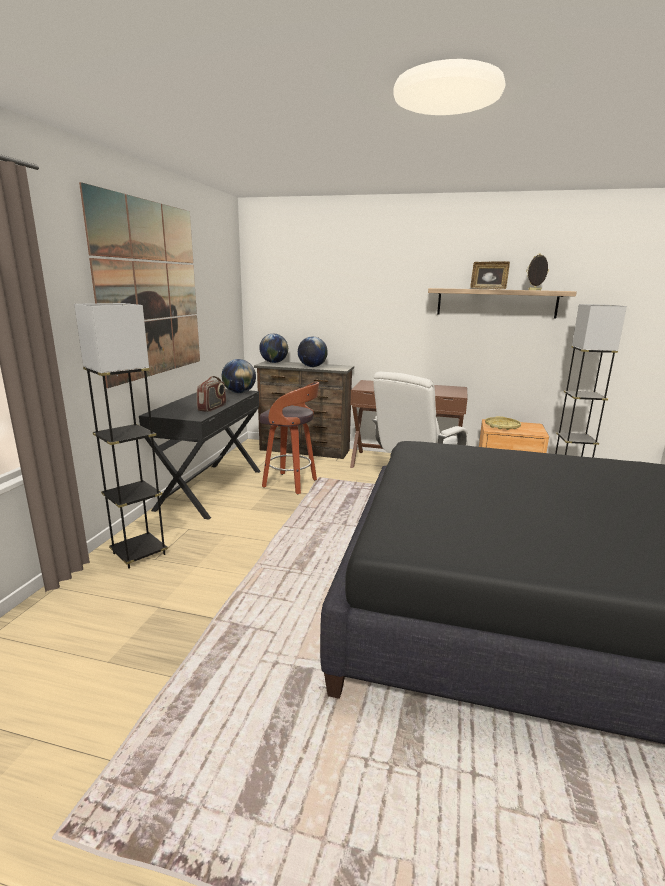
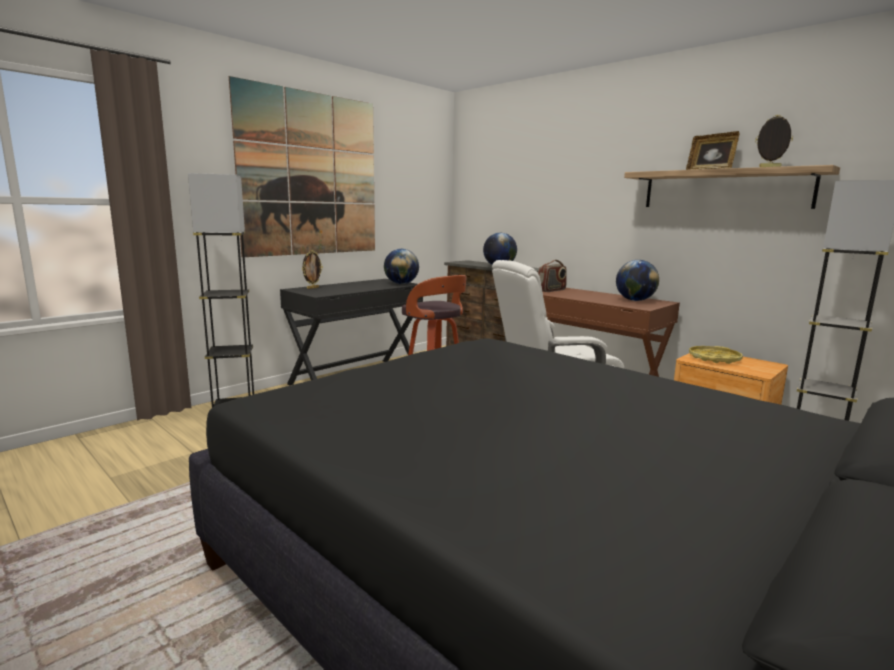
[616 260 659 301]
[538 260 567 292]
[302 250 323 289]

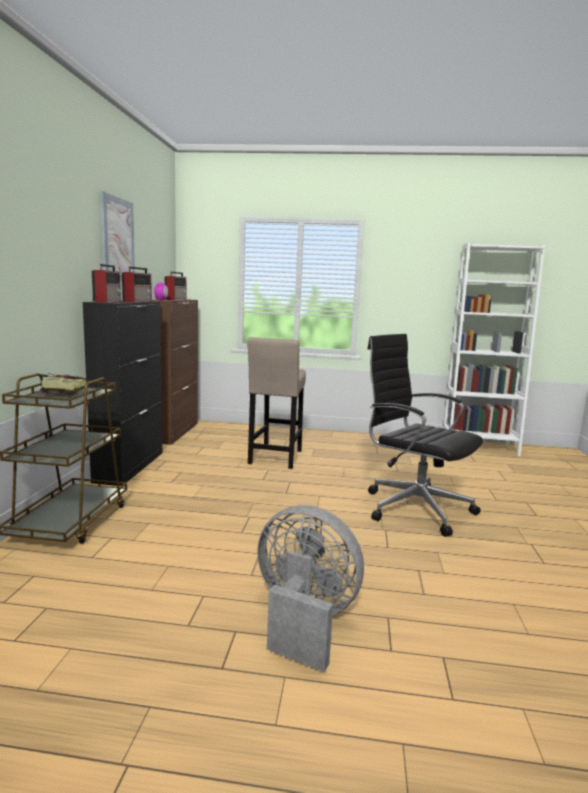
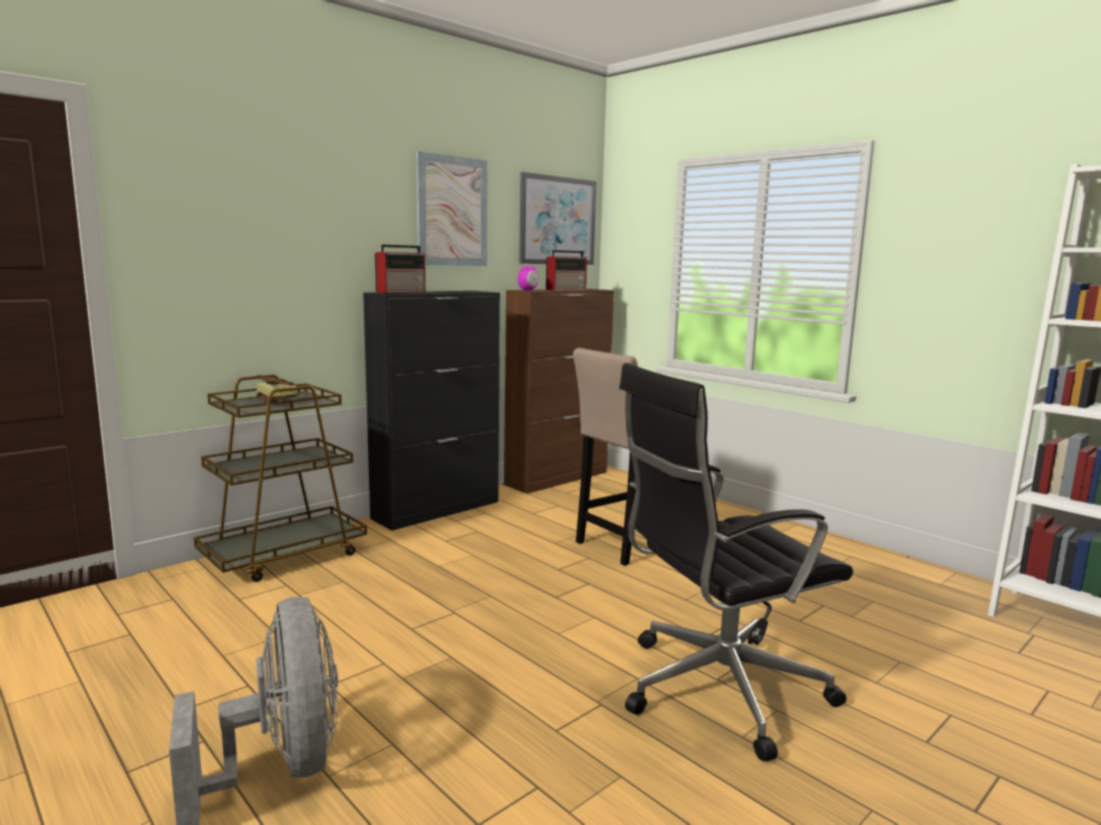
[122 267 152 302] (first image)
[619 363 853 761]
[519 172 596 265]

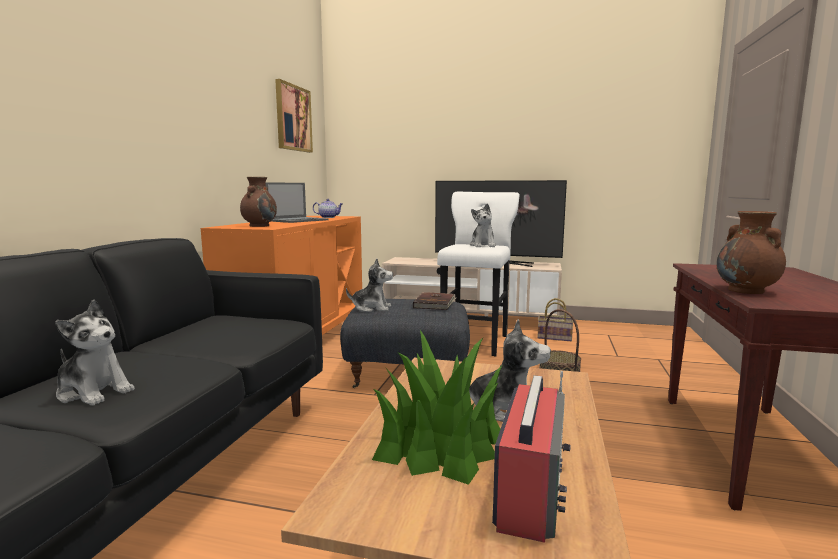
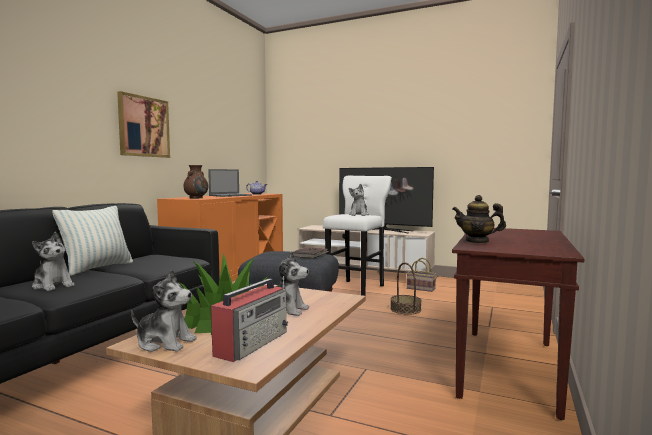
[117 91 170 158]
[452 195 506 243]
[131 269 197 352]
[53 206 133 276]

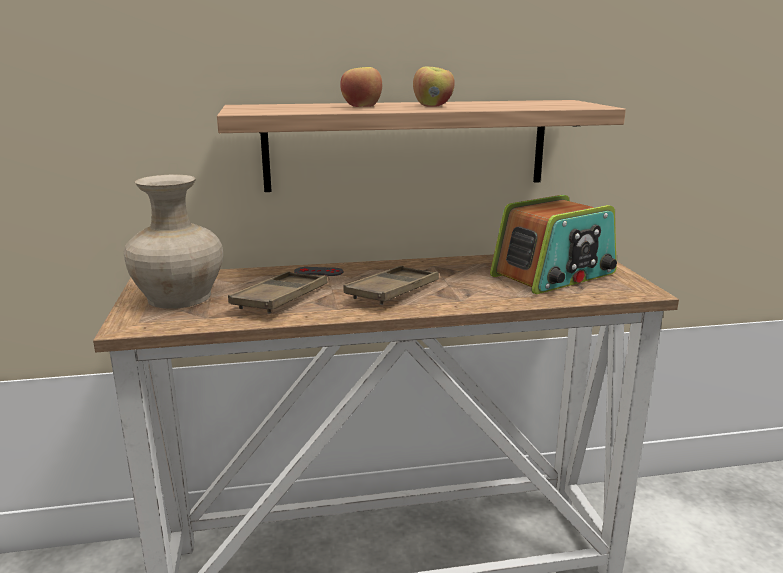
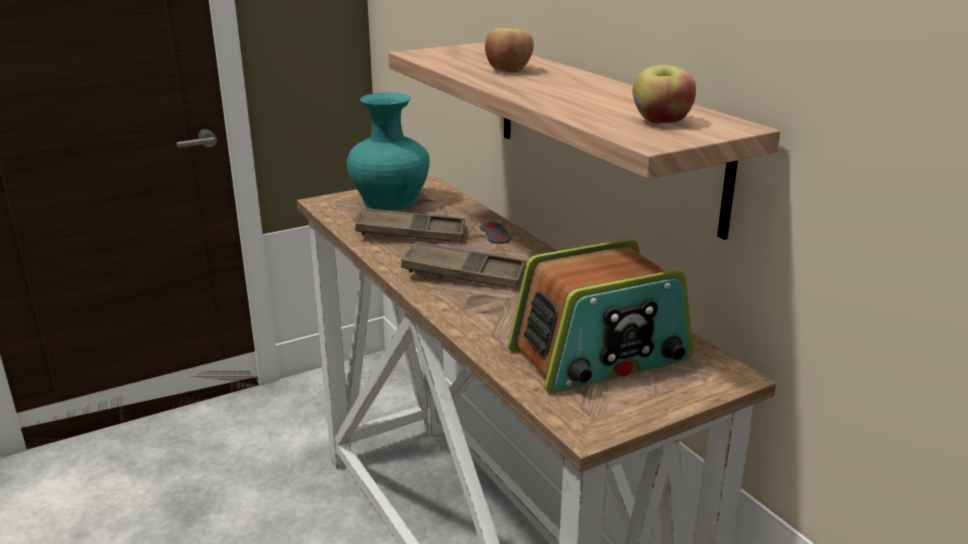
[632 65 696 124]
[347 93 430 211]
[508 238 693 394]

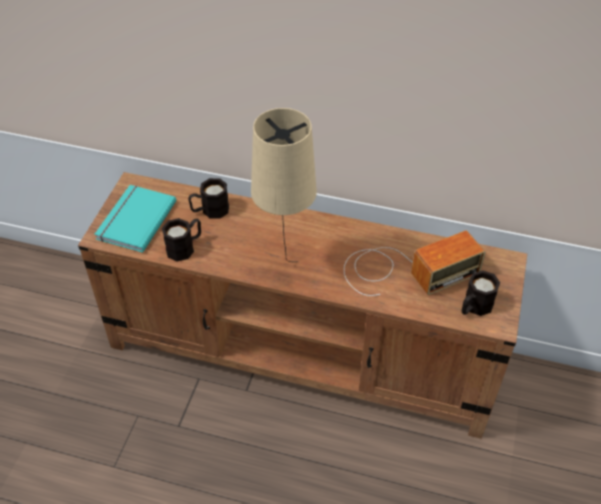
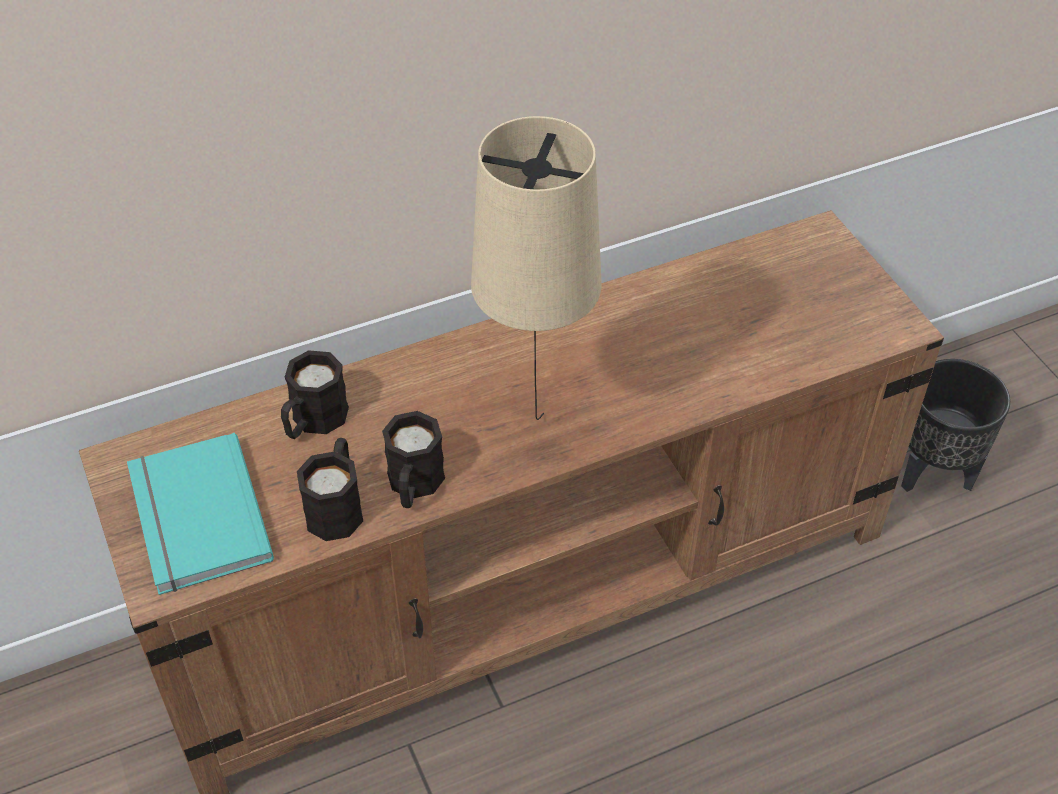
[344 230 486 296] (first image)
[382 411 445 508]
[901 359 1010 492]

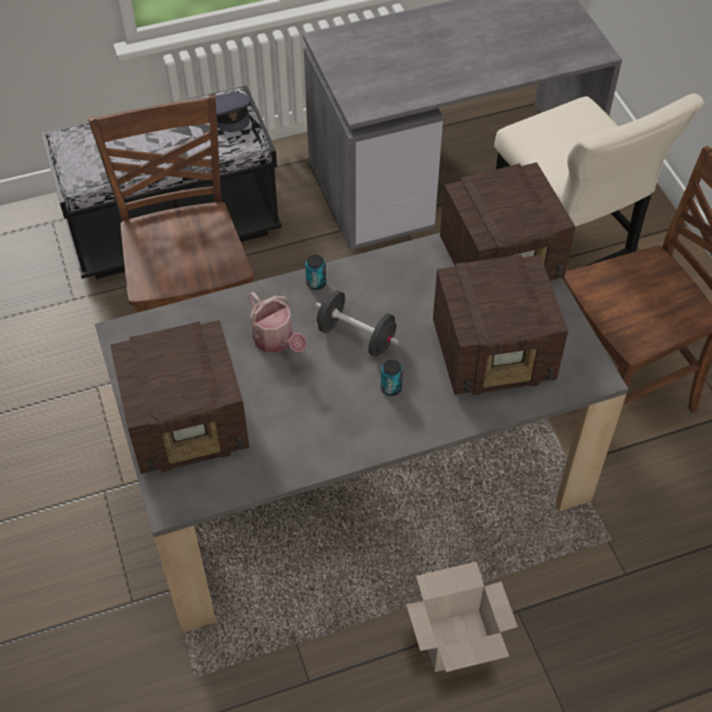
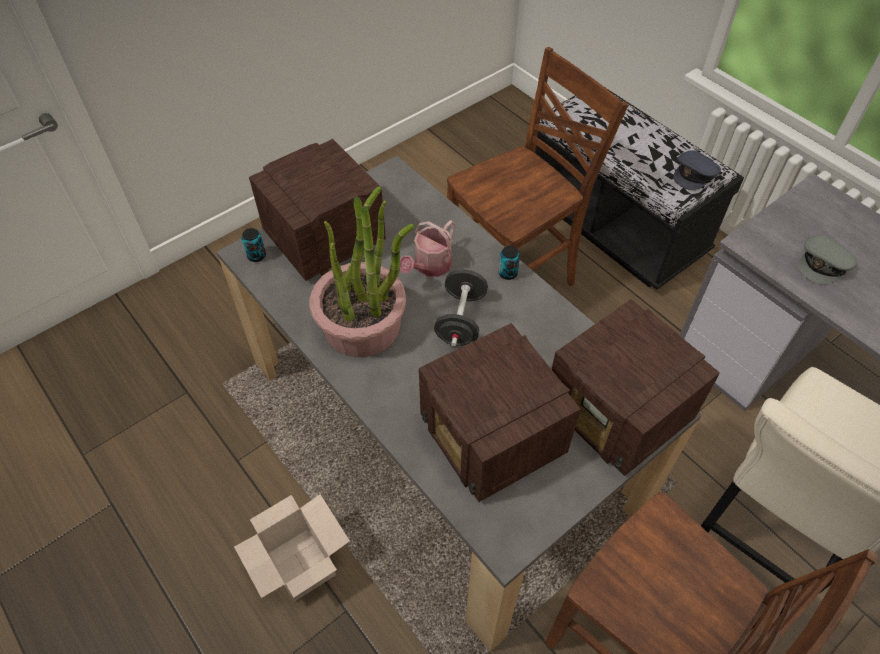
[249 139 386 281]
[242 228 266 262]
[309 186 414 357]
[798 235 857 285]

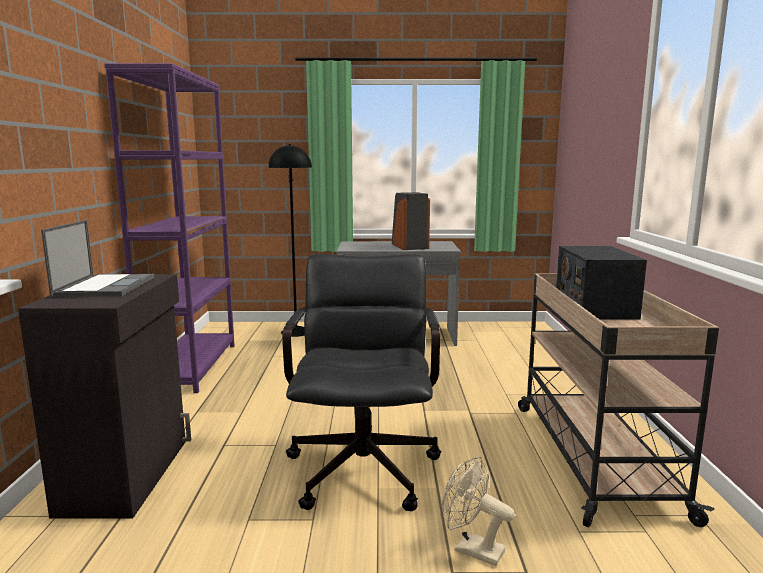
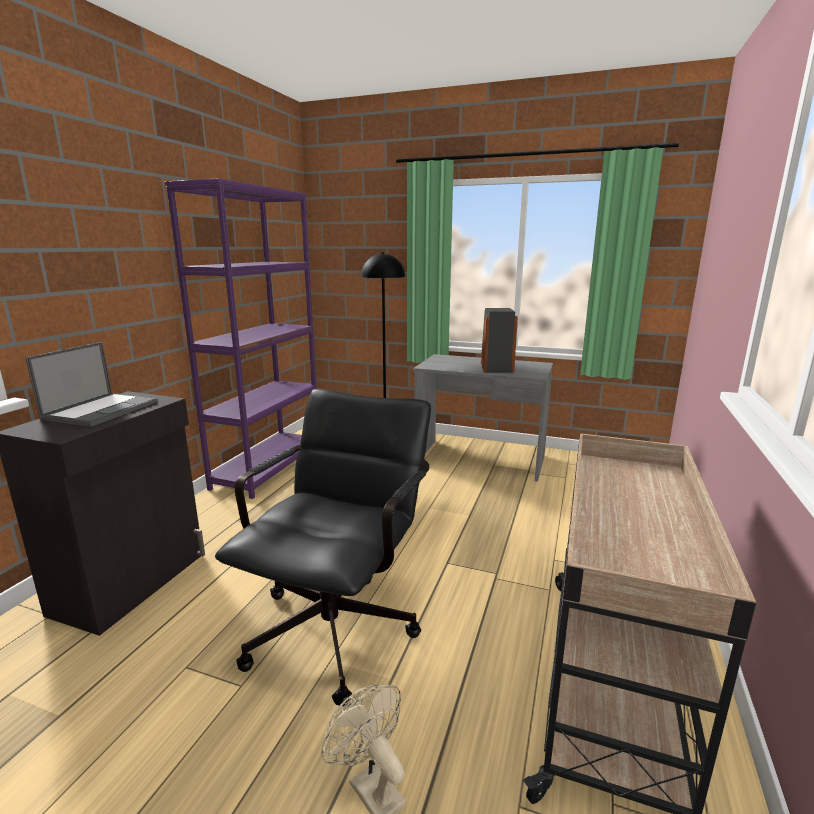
[556 246 647 320] (first image)

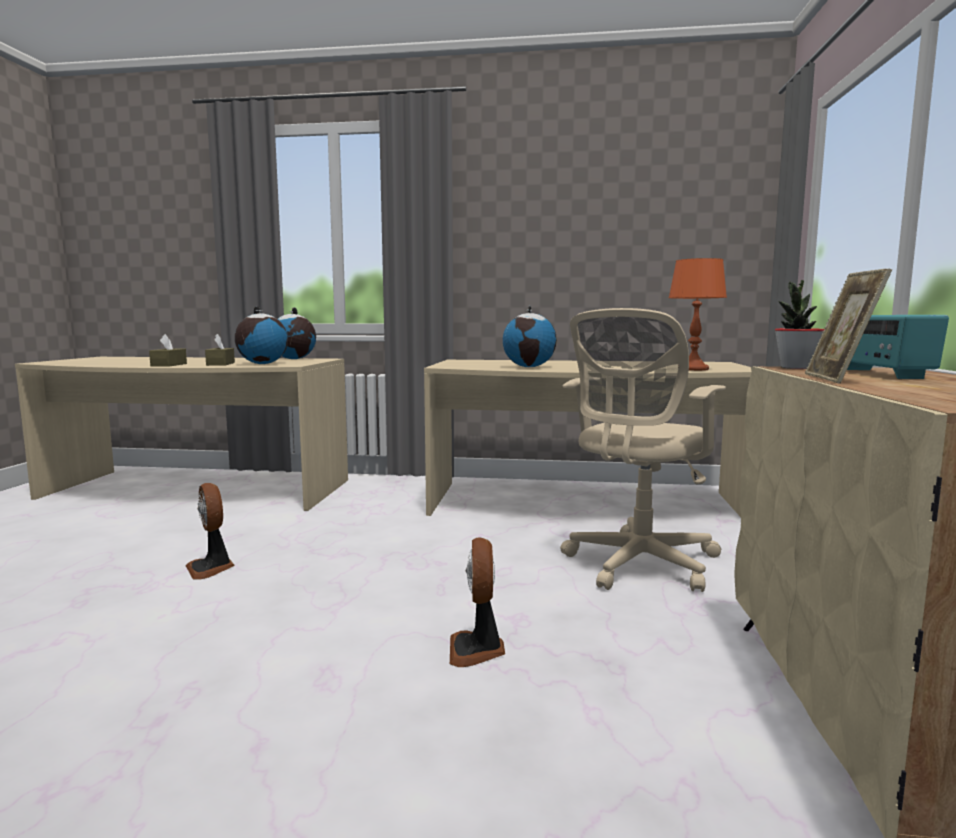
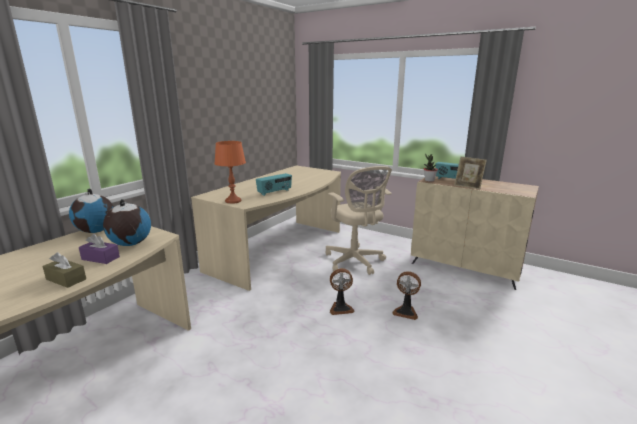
[214 141 246 204]
[256 173 292 196]
[79 234 120 264]
[330 268 354 315]

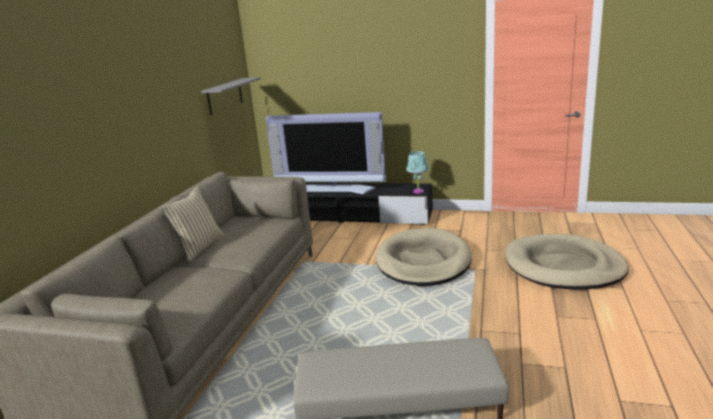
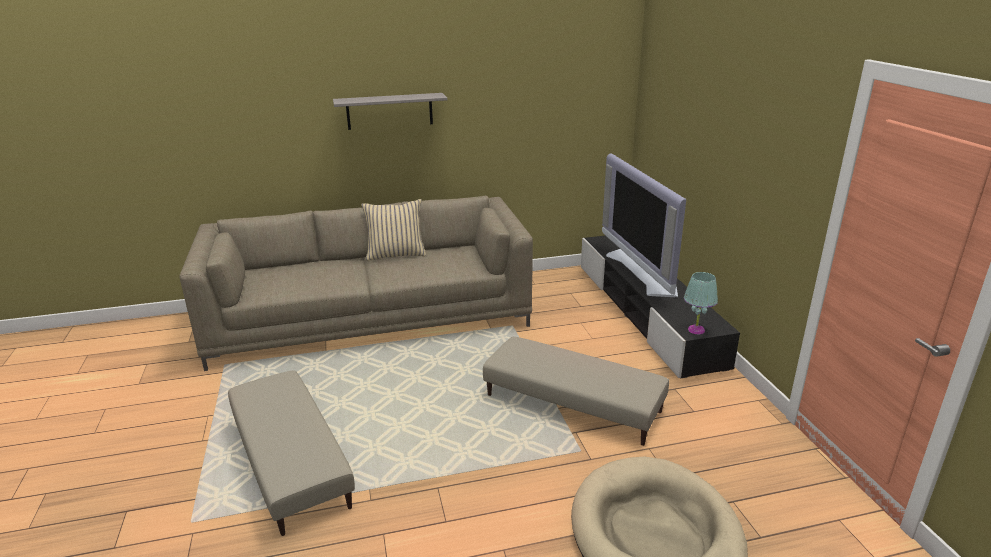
[333 93 447 130]
[483 337 669 446]

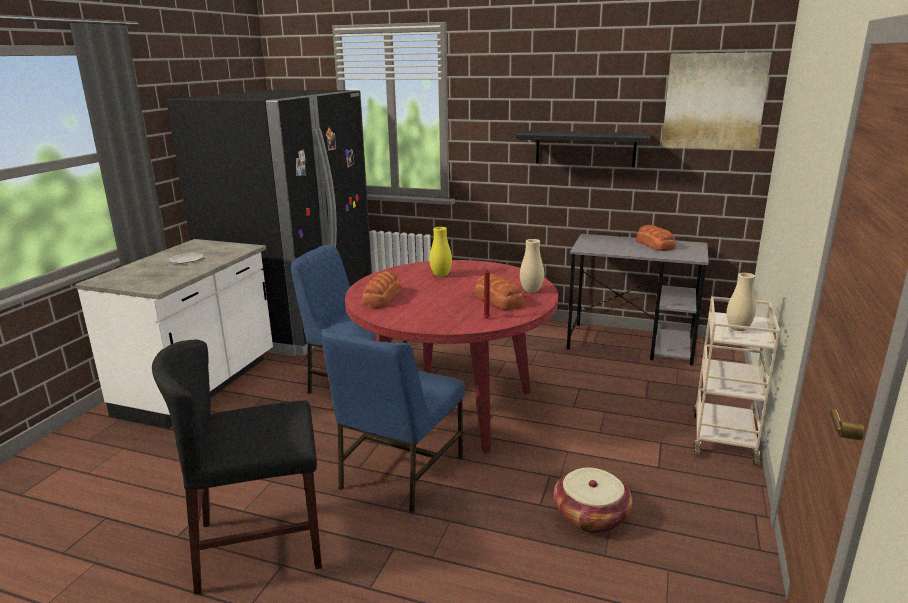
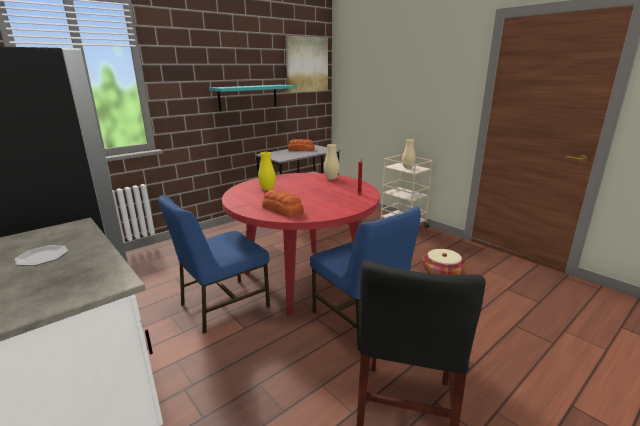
[209 85 296 111]
[474 273 524 310] (first image)

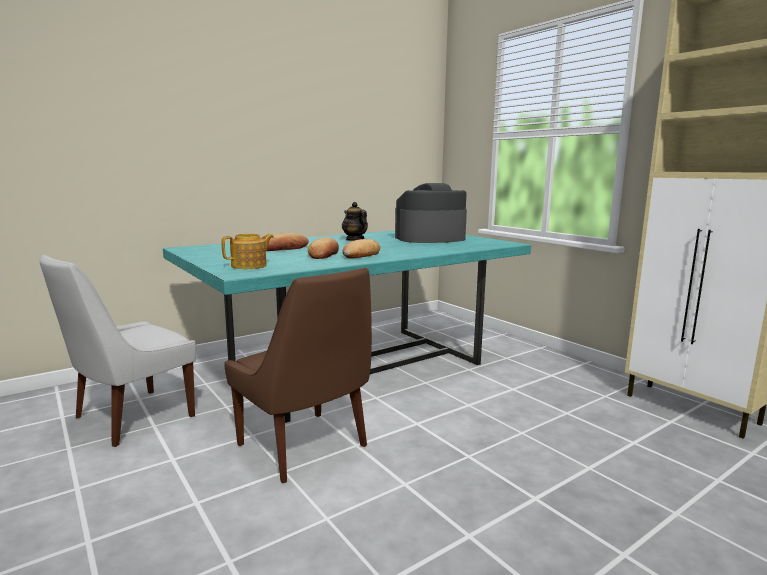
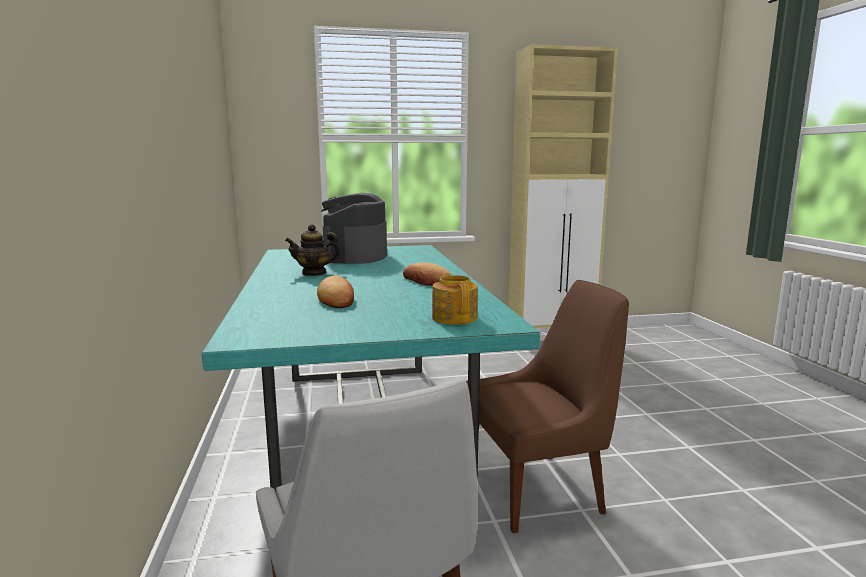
[308 237 339 259] (first image)

